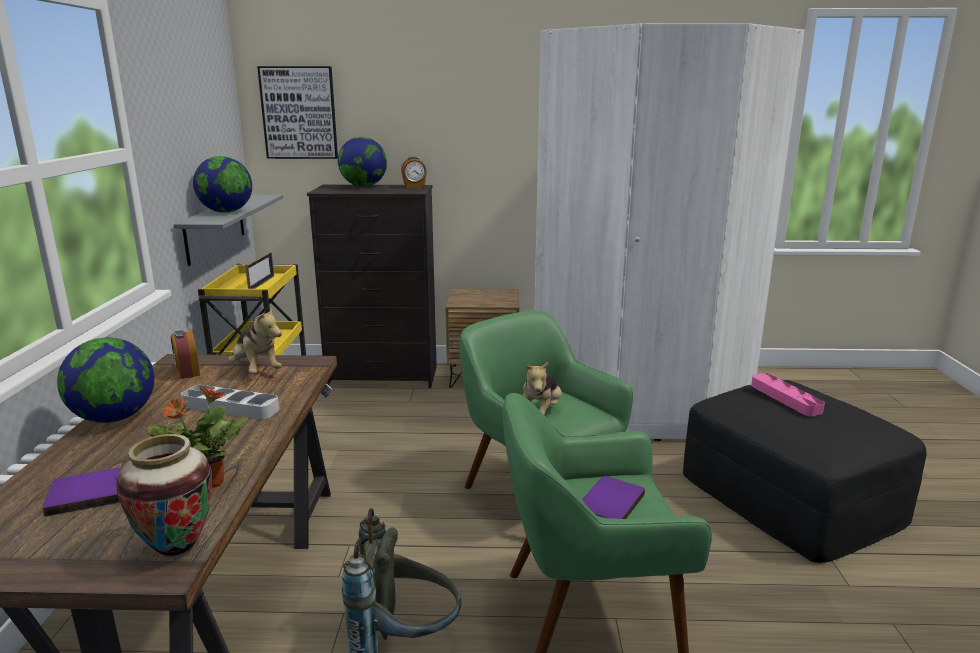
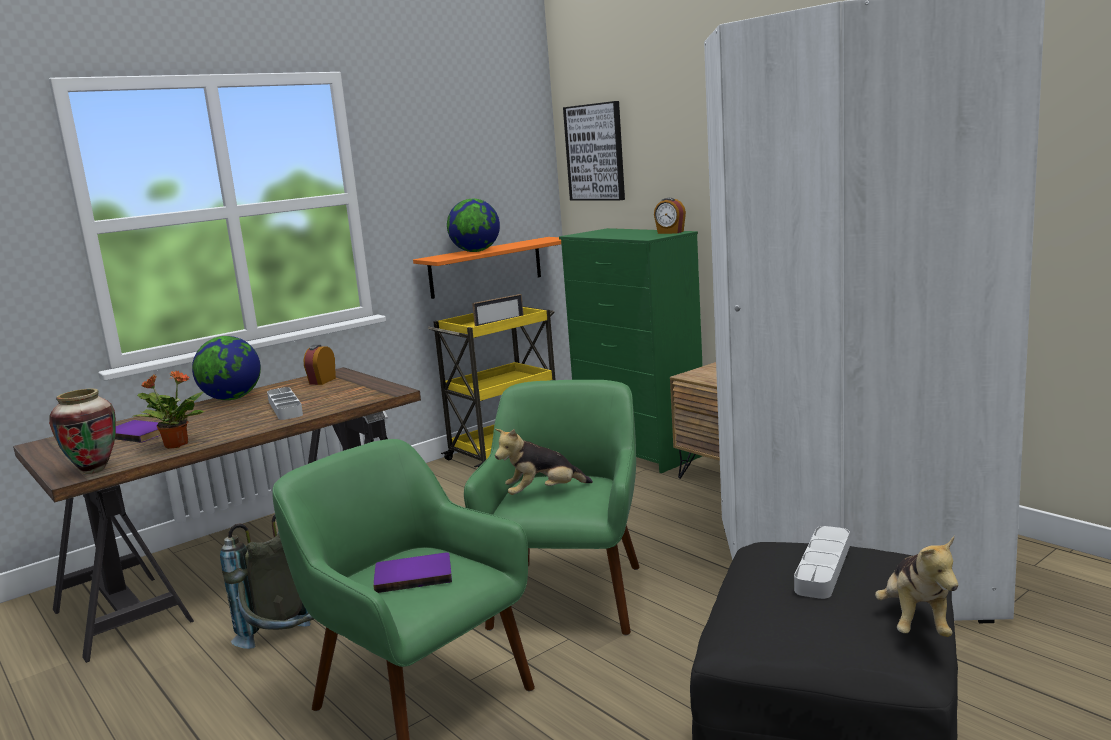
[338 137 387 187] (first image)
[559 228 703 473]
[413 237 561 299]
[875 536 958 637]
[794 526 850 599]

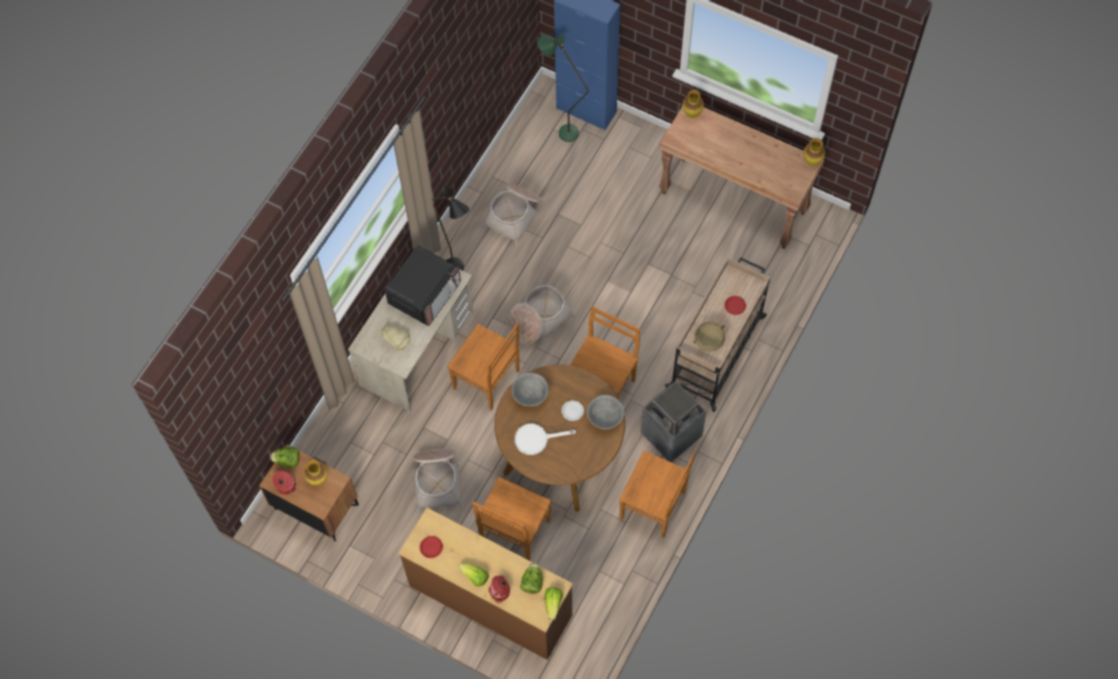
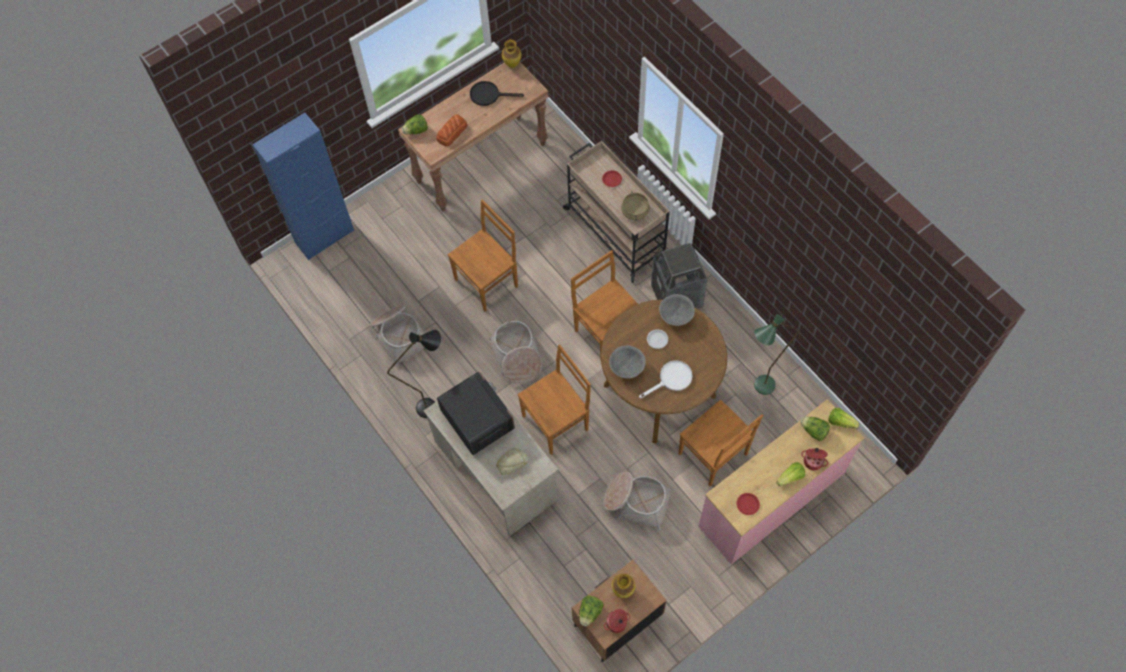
[754 314 800 395]
[402 115 428 135]
[639 360 693 398]
[448 200 518 312]
[698 399 864 564]
[470 81 524 106]
[436 114 467 146]

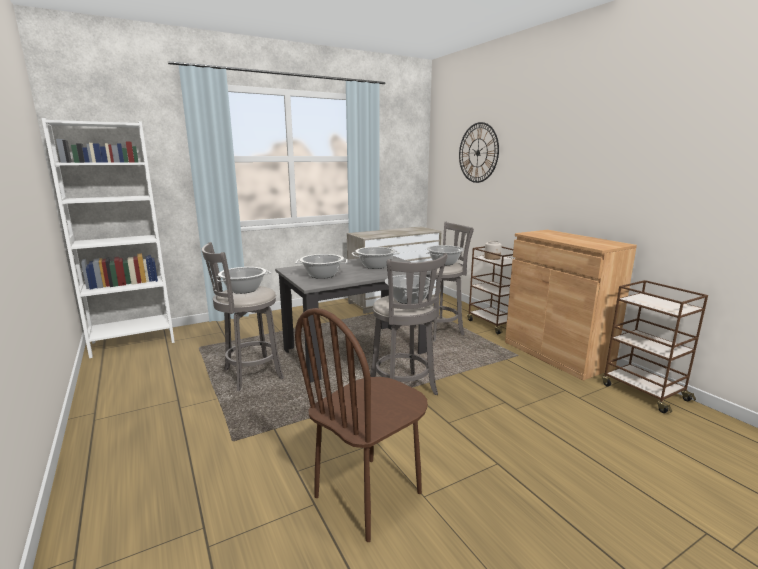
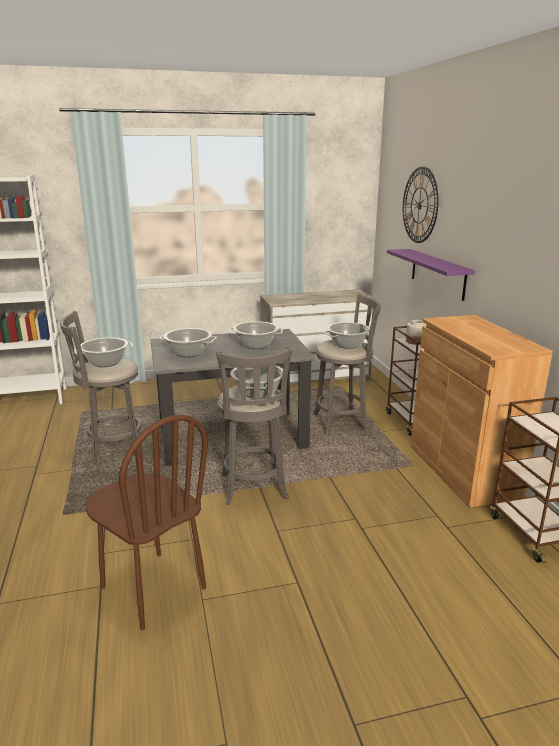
[86 415 208 630]
[387 249 475 301]

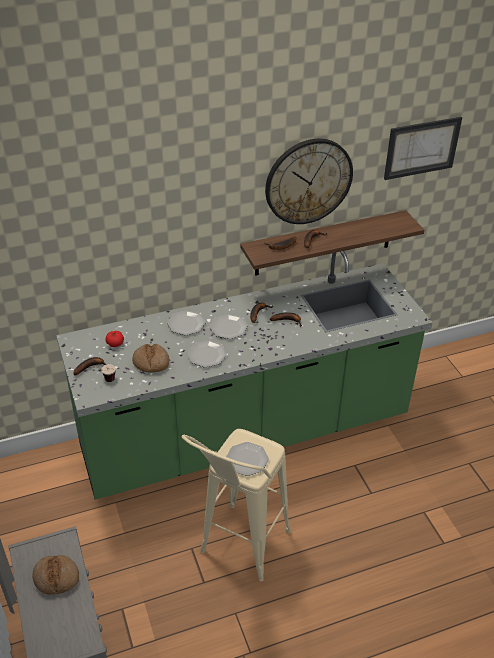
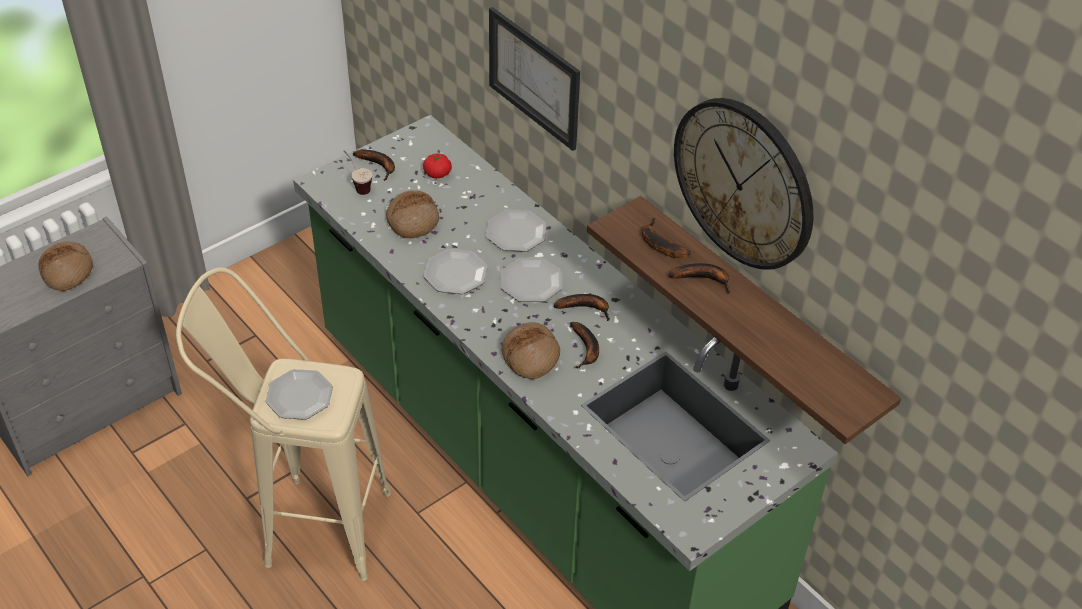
[489 7 580 151]
[501 322 560 379]

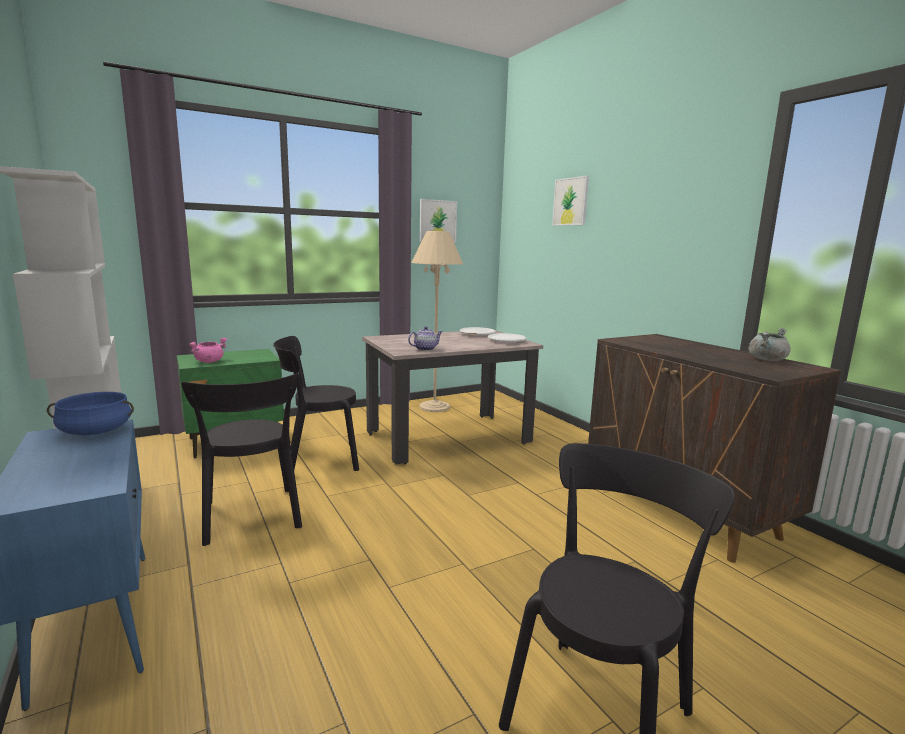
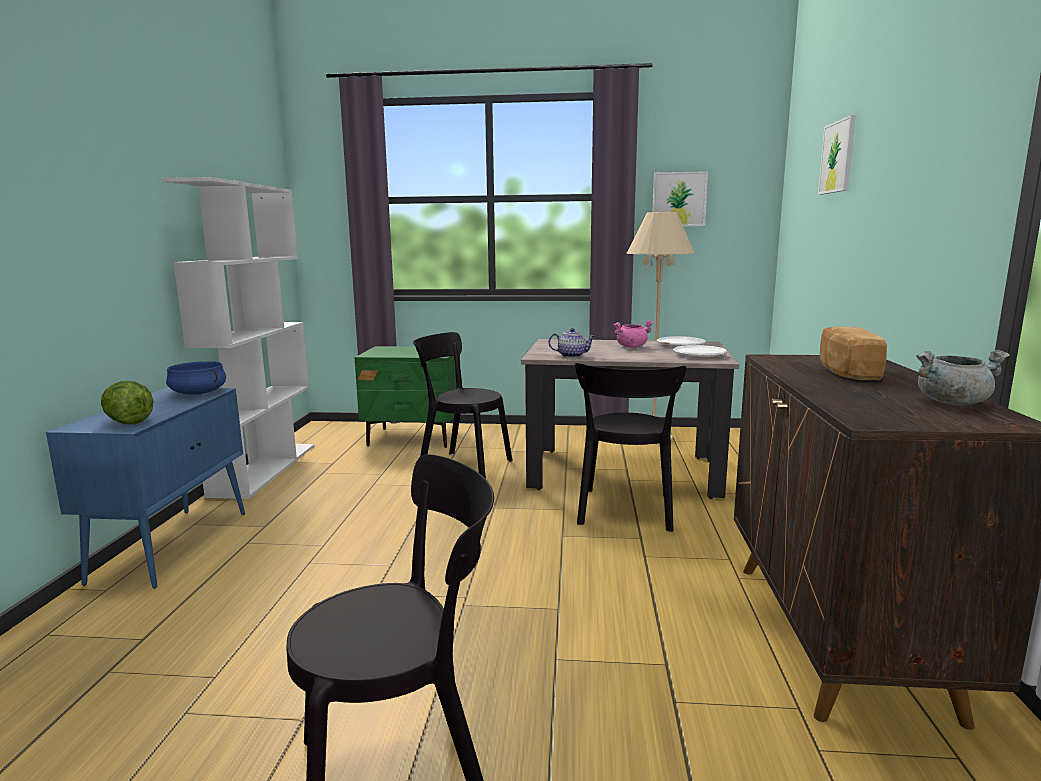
[613 320 654 348]
[575 363 686 532]
[820 327 887 381]
[101 381 153 424]

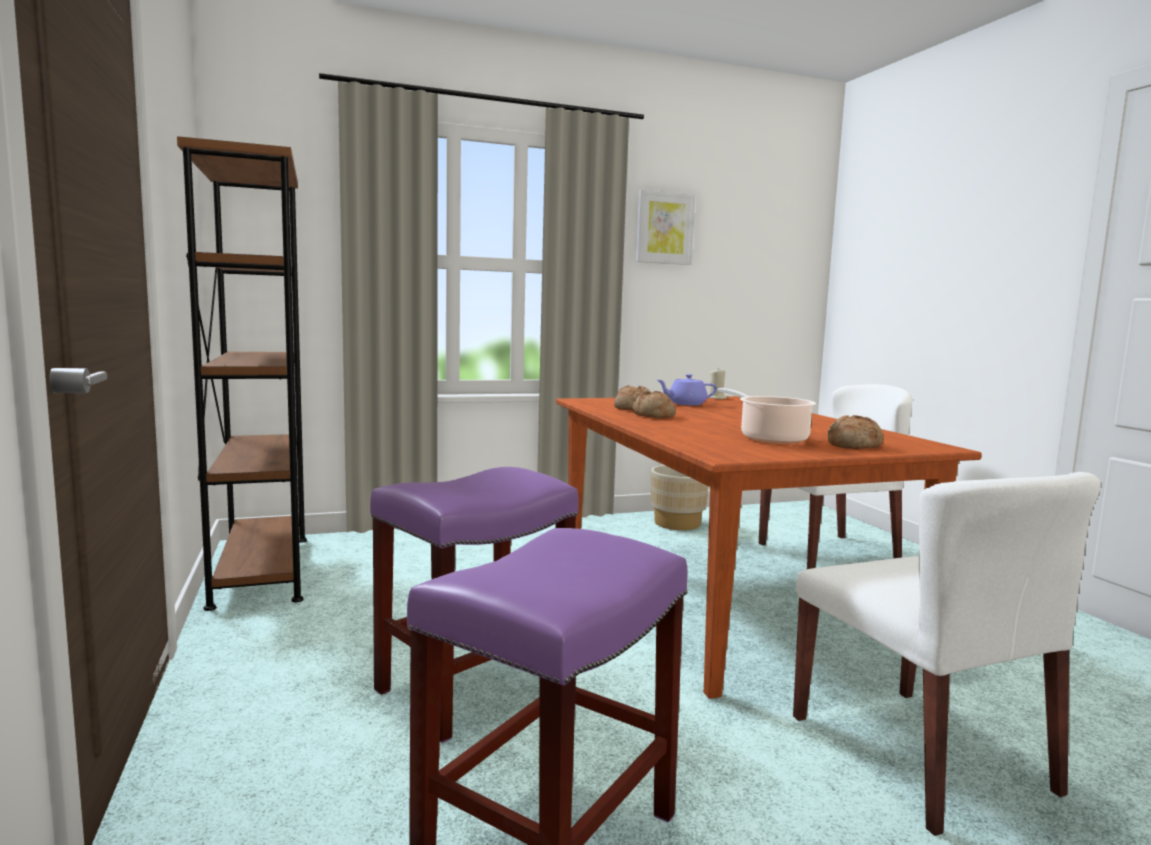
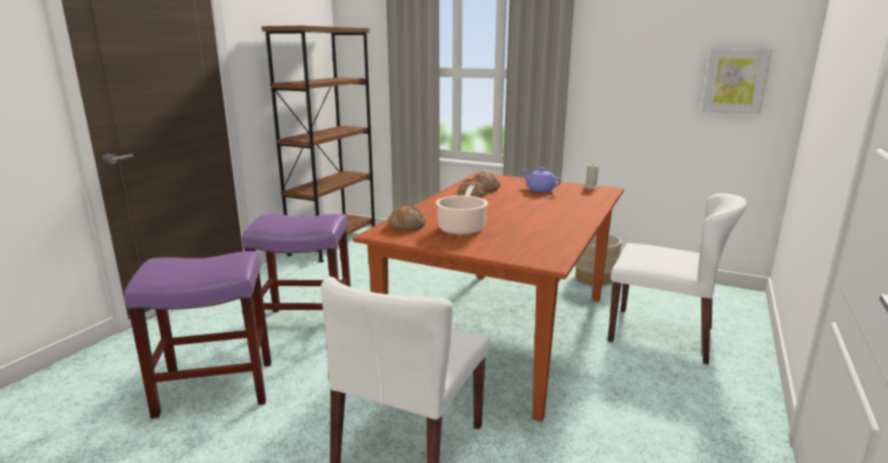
[702 49 772 114]
[388 205 426 230]

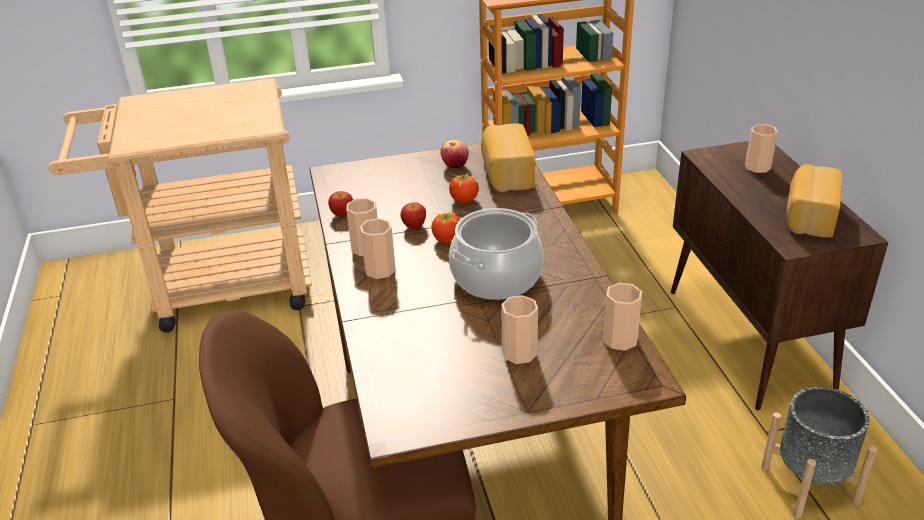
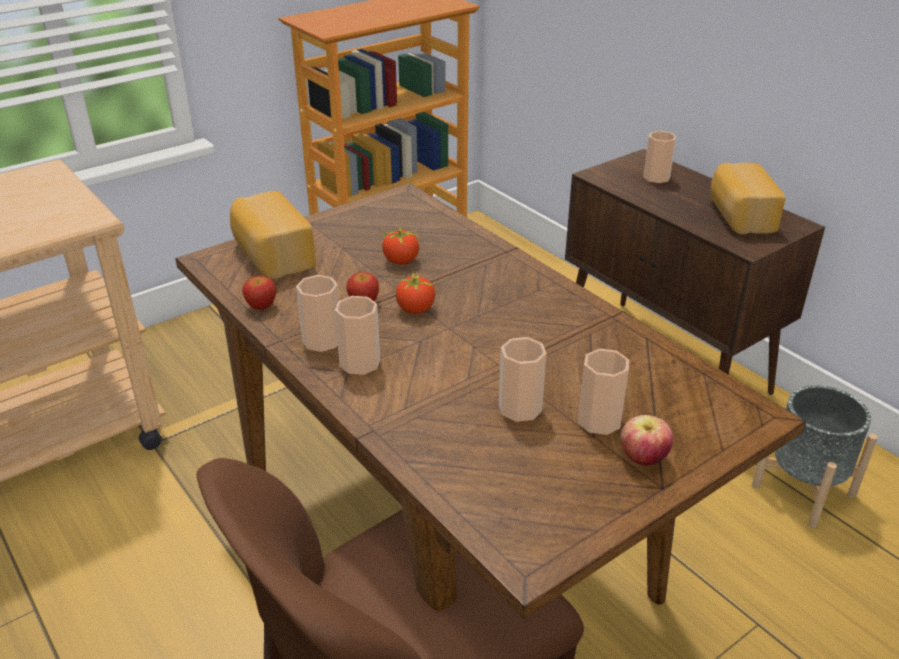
[230 191 316 279]
[620 415 673 466]
[449 208 544 300] (first image)
[499 337 546 422]

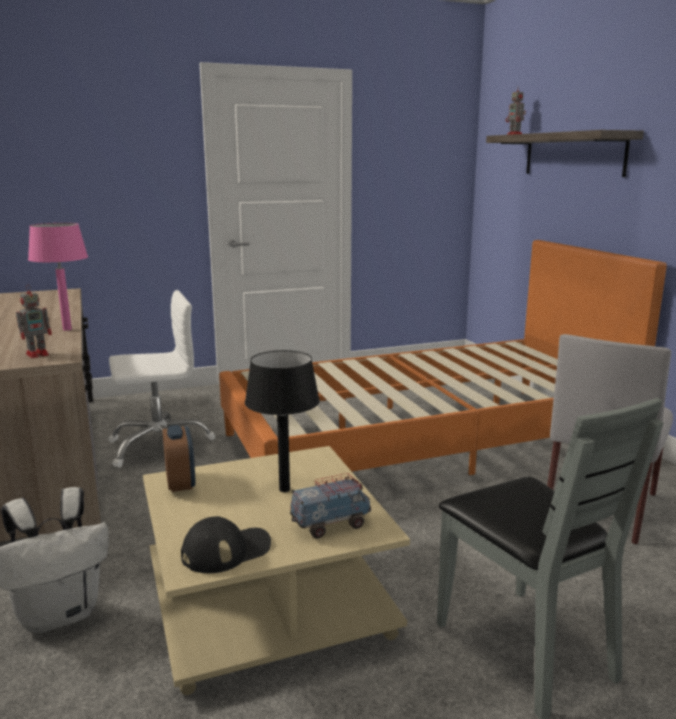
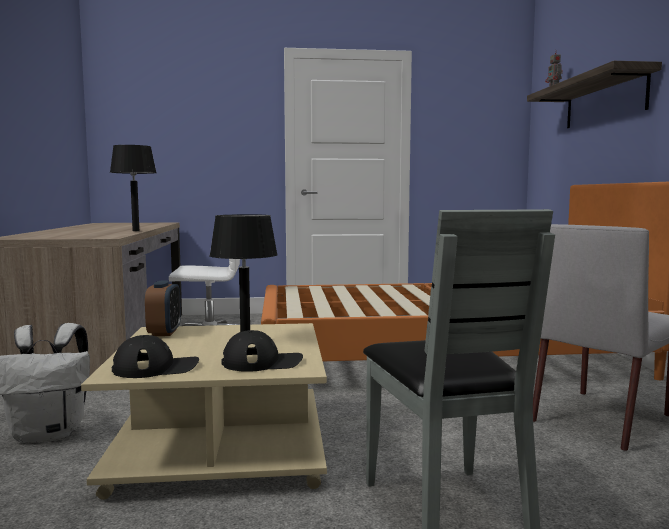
[110 145 157 231]
[16 286 52 358] (first image)
[222 330 303 372]

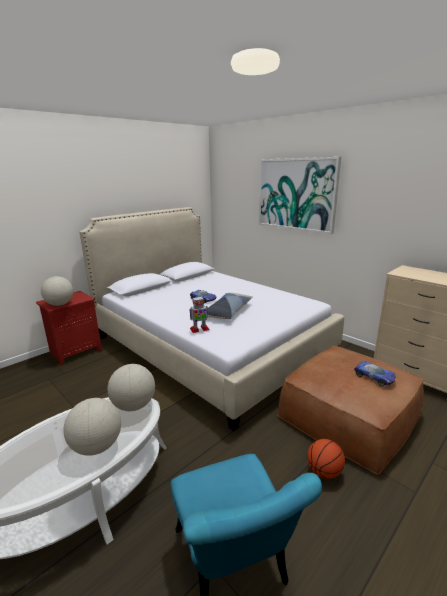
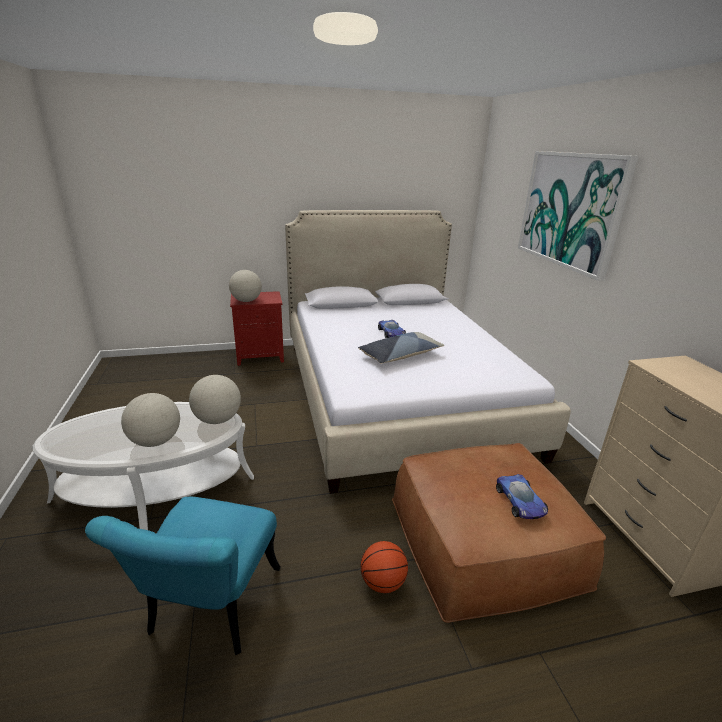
[189 297 210 333] (first image)

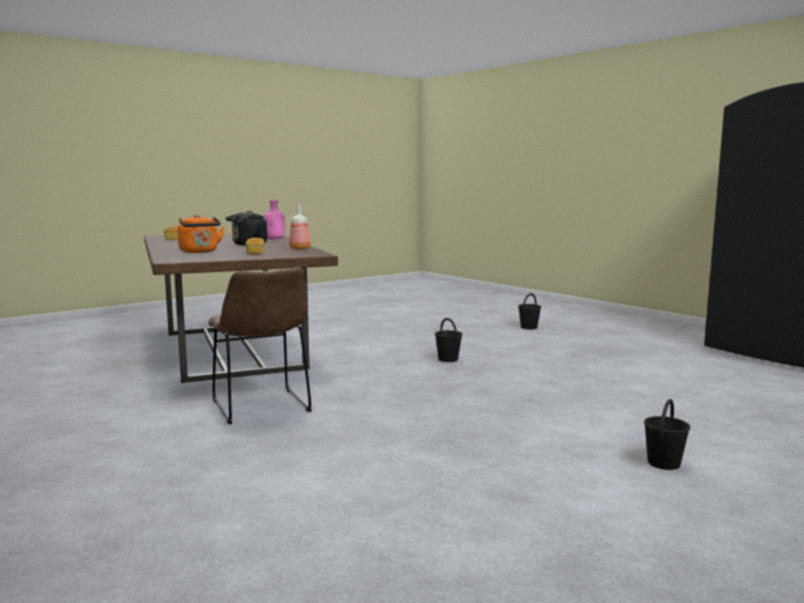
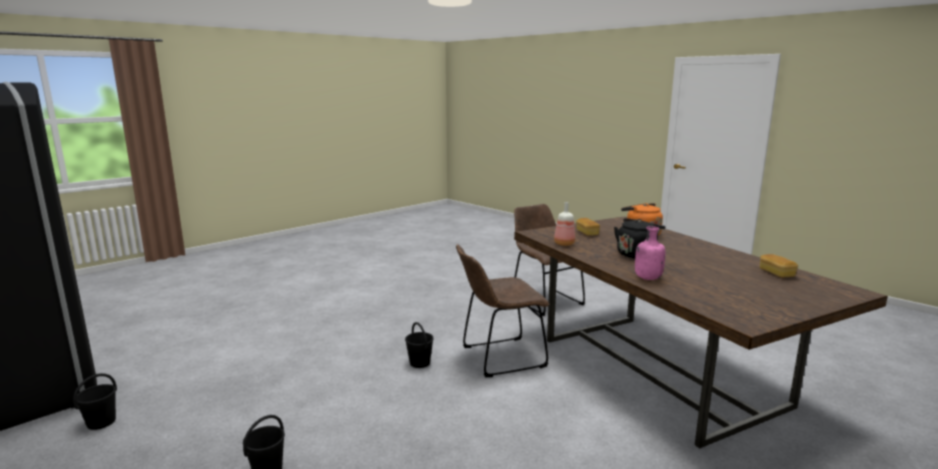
[73 373 117 430]
[456 244 549 377]

